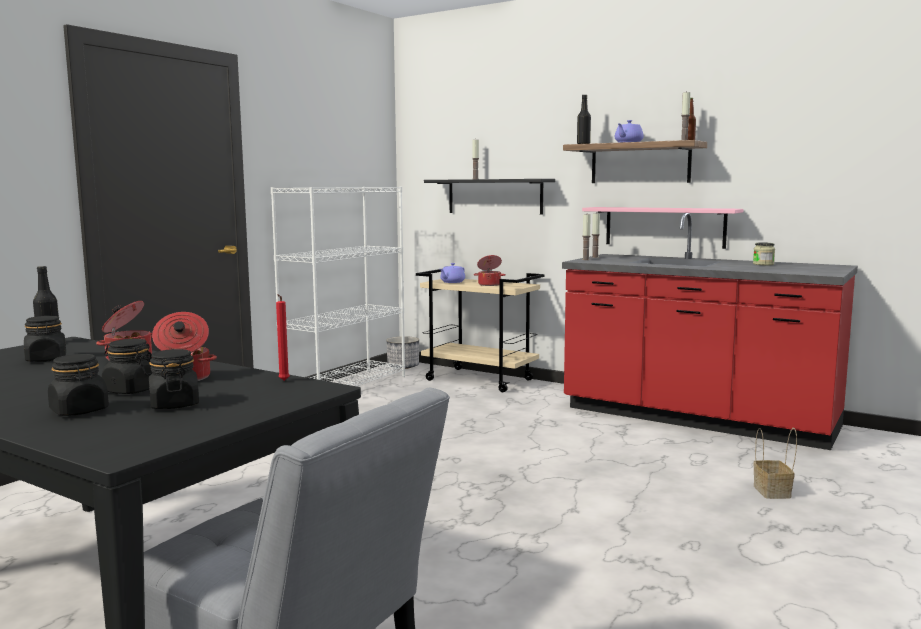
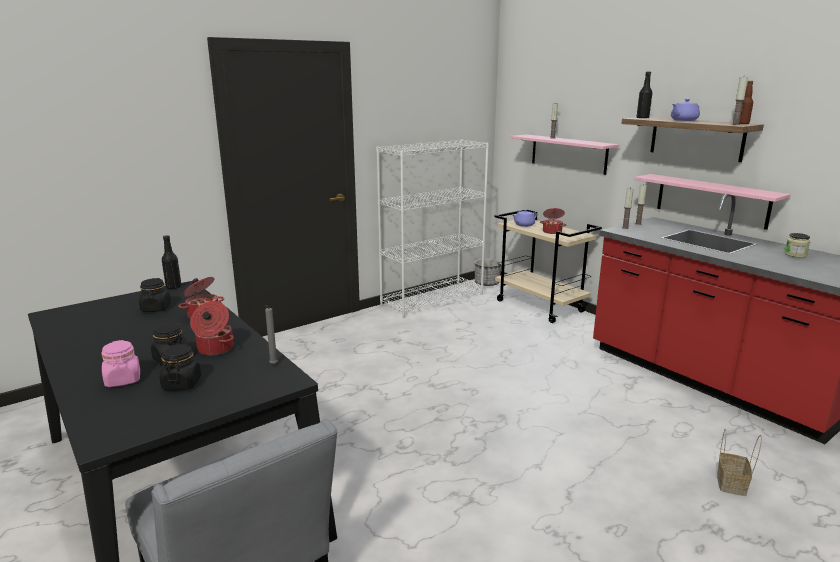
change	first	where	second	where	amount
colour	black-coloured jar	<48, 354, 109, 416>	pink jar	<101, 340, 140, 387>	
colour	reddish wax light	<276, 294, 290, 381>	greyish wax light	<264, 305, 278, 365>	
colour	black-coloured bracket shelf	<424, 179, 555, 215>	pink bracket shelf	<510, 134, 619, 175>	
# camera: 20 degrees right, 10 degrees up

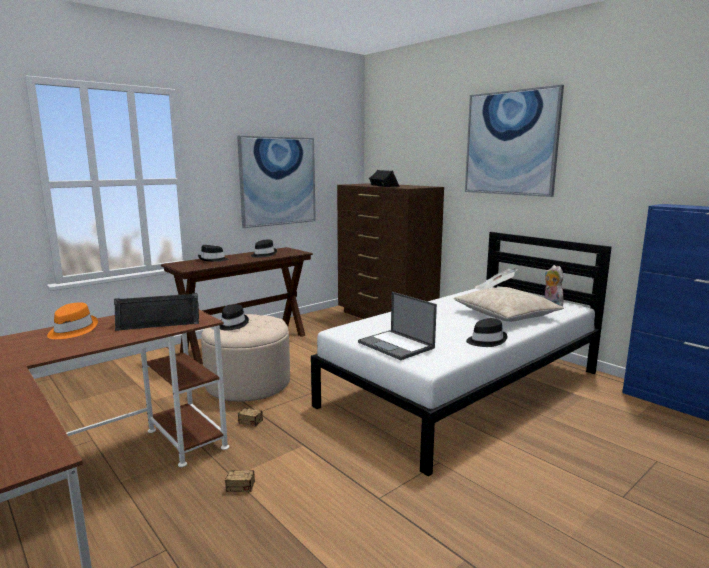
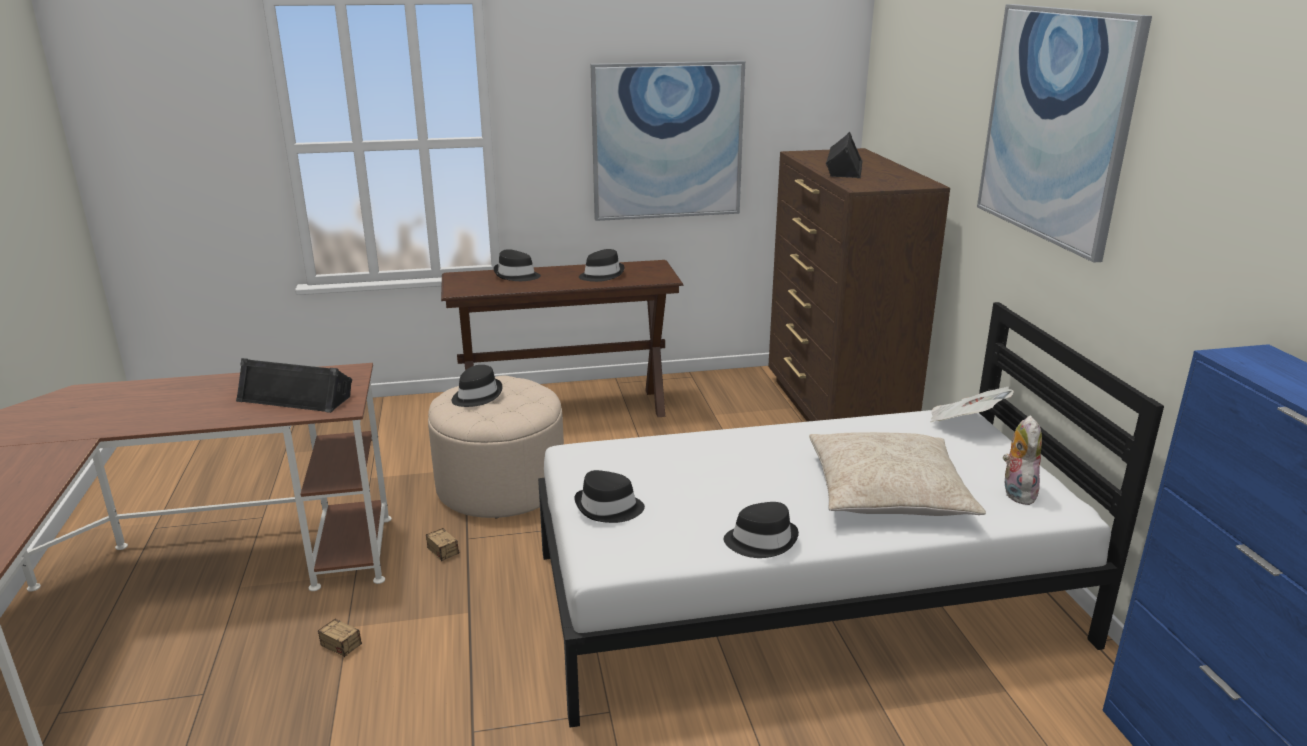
change	first	where	second	where	amount
missing	orangey clothing hat	<47, 302, 98, 339>			
exchanged	laptop	<358, 292, 437, 360>	black-coloured clothing hat	<574, 470, 645, 523>	
# camera: 30 degrees right, 10 degrees up

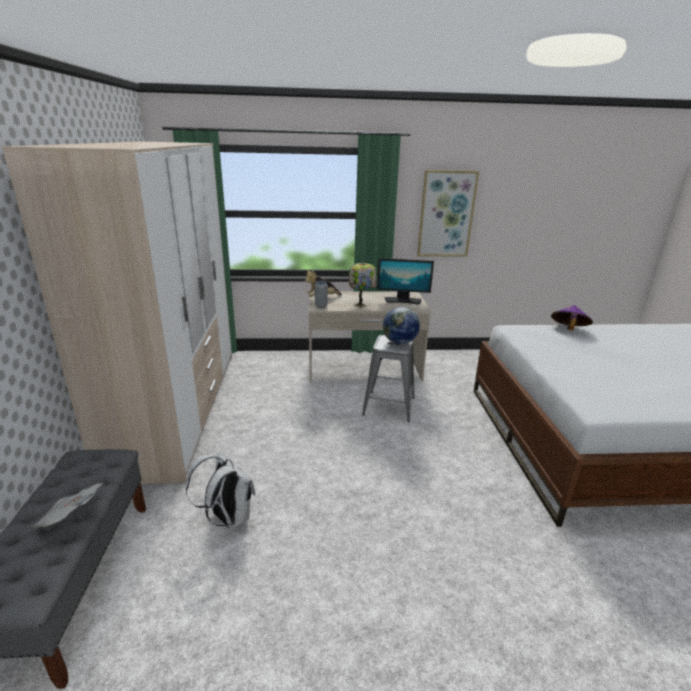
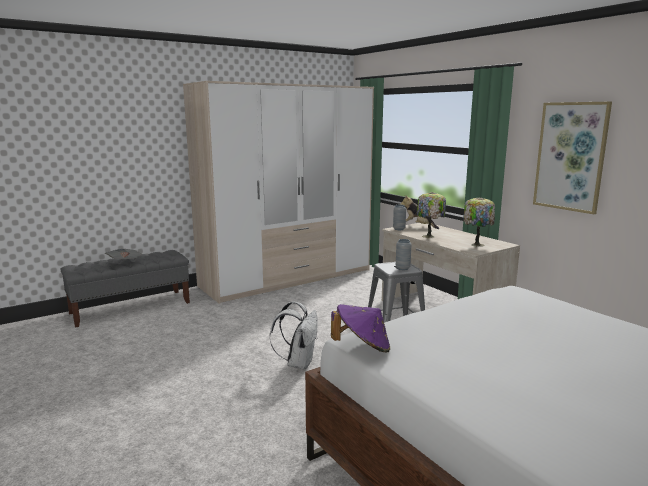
change	first	where	second	where	amount
relocated	whitish backpack	<186, 452, 255, 529>		<270, 301, 318, 369>	
exchanged	computer display	<377, 258, 434, 304>	table lamp	<463, 197, 495, 247>	
exchanged	desk globe	<383, 307, 420, 344>	greyish vase	<396, 239, 411, 270>	
relocated	purplish clothing hat	<551, 305, 593, 330>		<331, 304, 390, 352>	
# camera: 60 degrees right, 10 degrees down

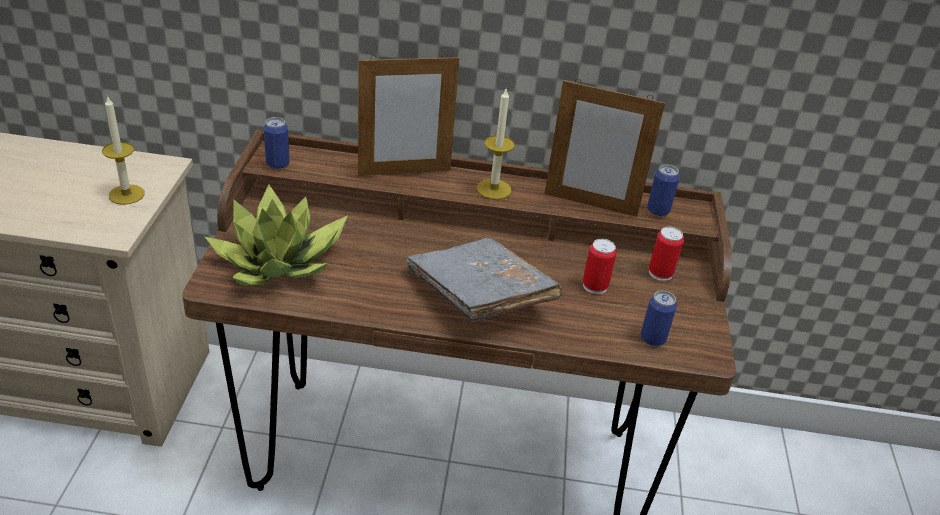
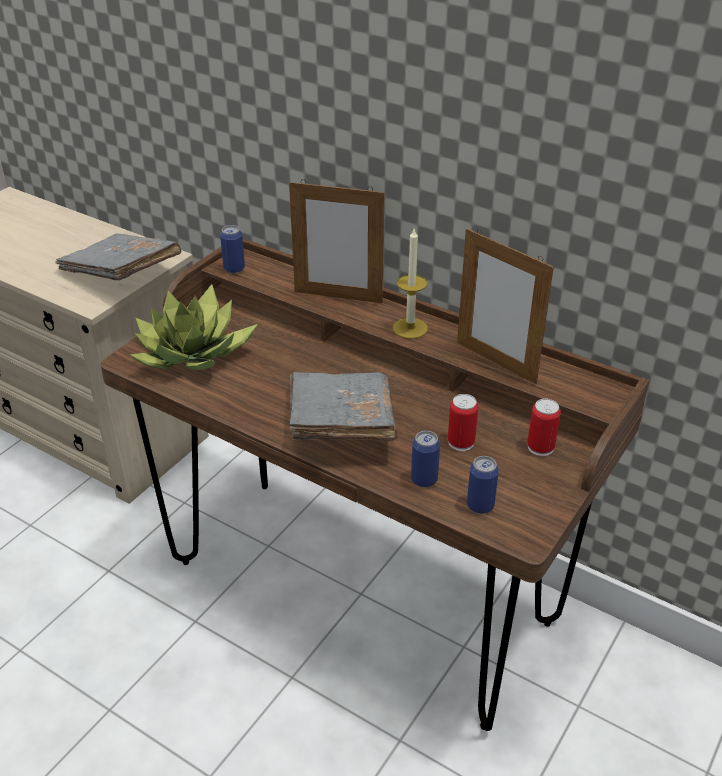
change	first	where	second	where	amount
exchanged	wax light	<102, 95, 145, 205>	greyish volume	<55, 234, 181, 281>	
relocated	sealed can	<647, 165, 680, 216>		<411, 431, 440, 487>	
# camera: 30 degrees right, 0 degrees up

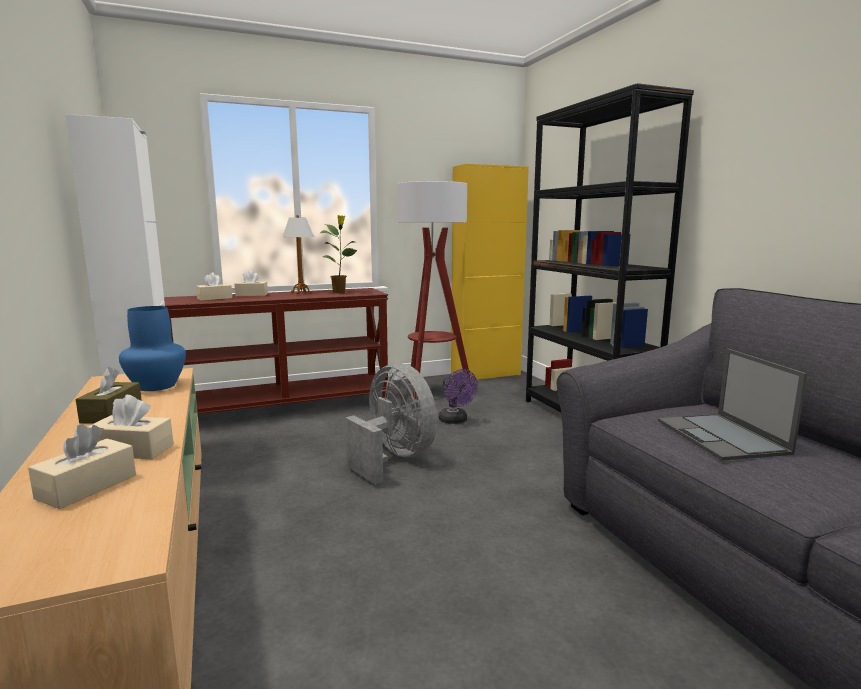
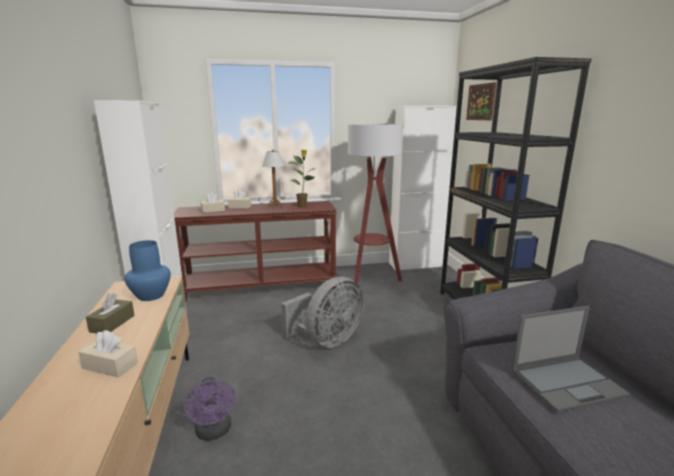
change	first	where	second	where	amount
missing	sand-coloured tissue box	<28, 424, 136, 509>			
spun	greyish fan	<345, 363, 437, 484>		<281, 277, 364, 348>	75 degrees clockwise
relocated	purplish fan	<438, 369, 478, 424>		<184, 377, 236, 441>	
colour	yellow-coloured cupboard	<451, 164, 529, 380>	whitish cupboard	<389, 106, 457, 270>	
spun	laptop	<658, 348, 807, 461>		<512, 306, 631, 412>	105 degrees counterclockwise
appeared			wall picture	<466, 82, 496, 120>	
# camera: 10 degrees right, 5 degrees up

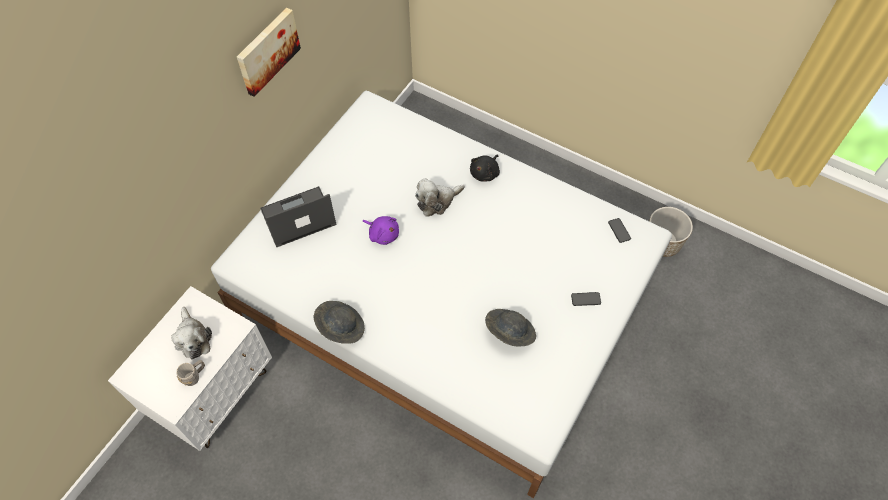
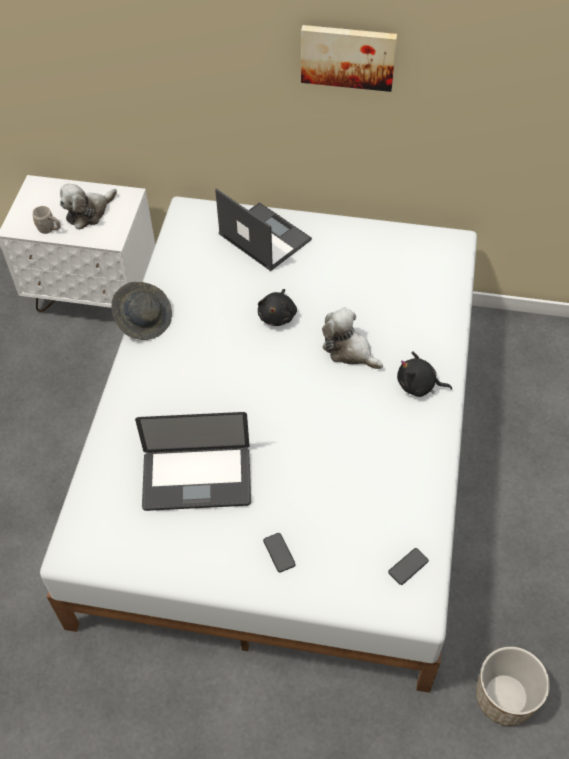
change	first	where	second	where	amount
colour	purplish plush toy	<363, 216, 399, 245>	black-coloured plush toy	<258, 289, 297, 326>	
exchanged	greyish clothing hat	<485, 309, 536, 347>	laptop	<135, 412, 251, 511>	
# camera: 70 degrees right, 5 degrees down

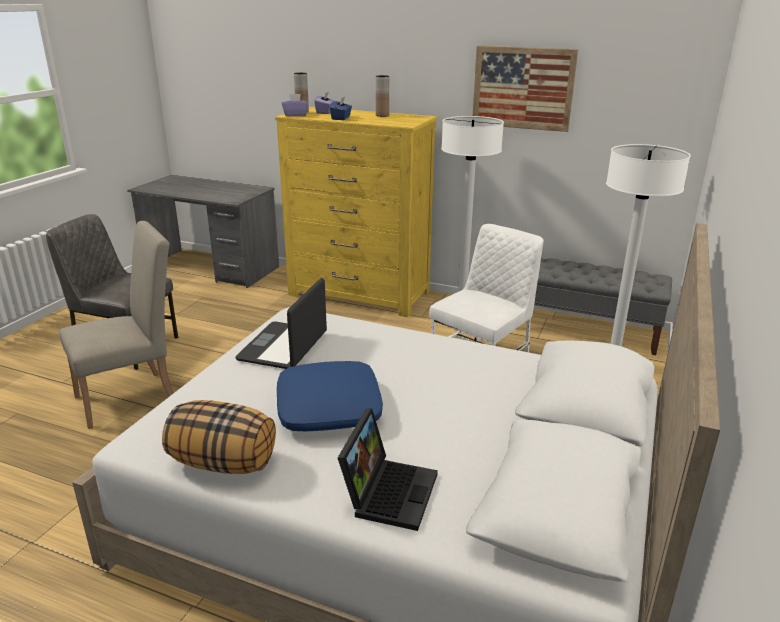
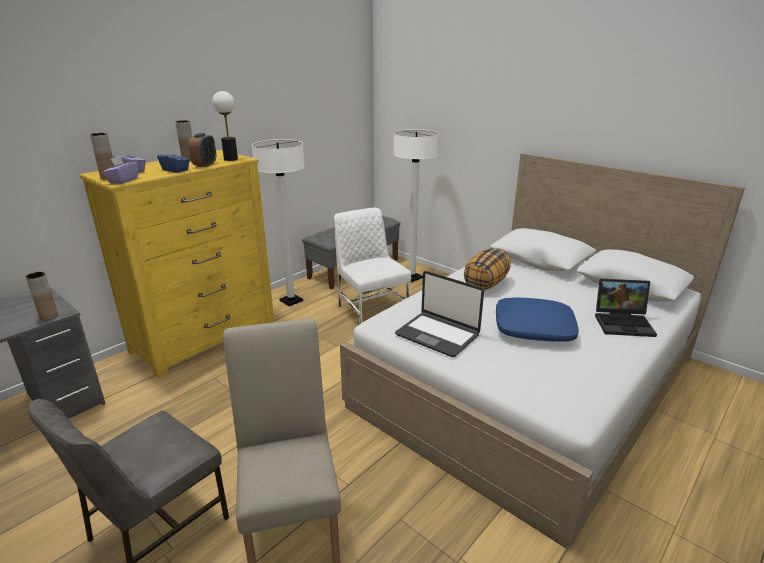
change	first	where	second	where	amount
relocated	throw pillow	<162, 400, 276, 474>		<464, 248, 510, 290>	
spun	laptop	<338, 408, 438, 531>		<595, 279, 657, 337>	150 degrees clockwise
missing	wall picture	<473, 46, 578, 132>			
appeared			brown-coloured vase	<25, 272, 58, 320>	
appeared			alarm clock	<188, 133, 216, 167>	
appeared			table lamp	<212, 91, 238, 161>	
# camera: 70 degrees left, 0 degrees up

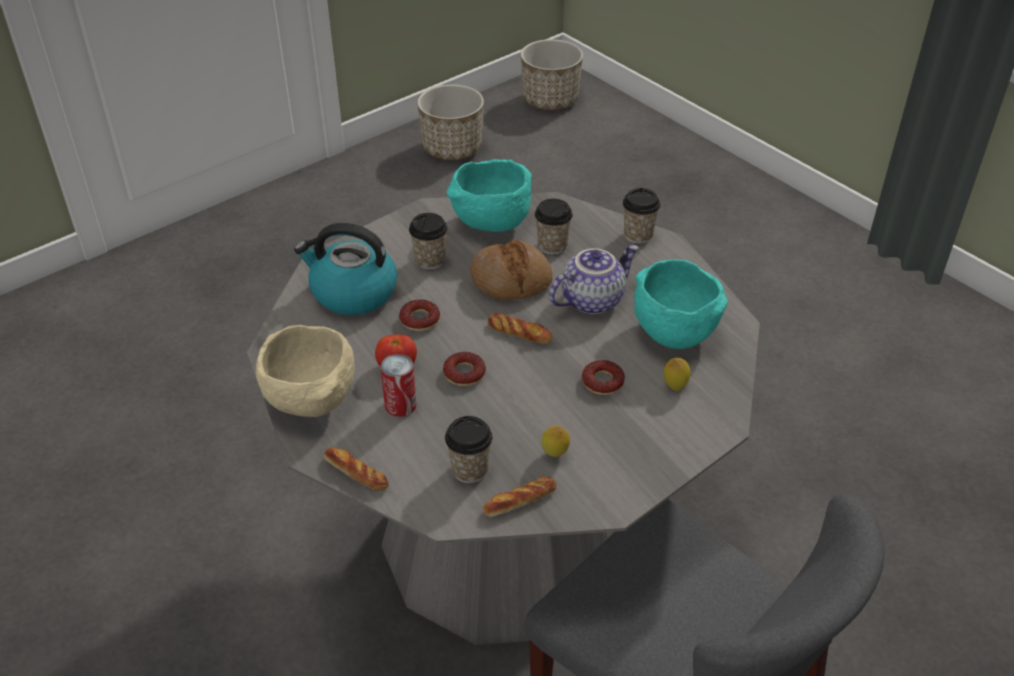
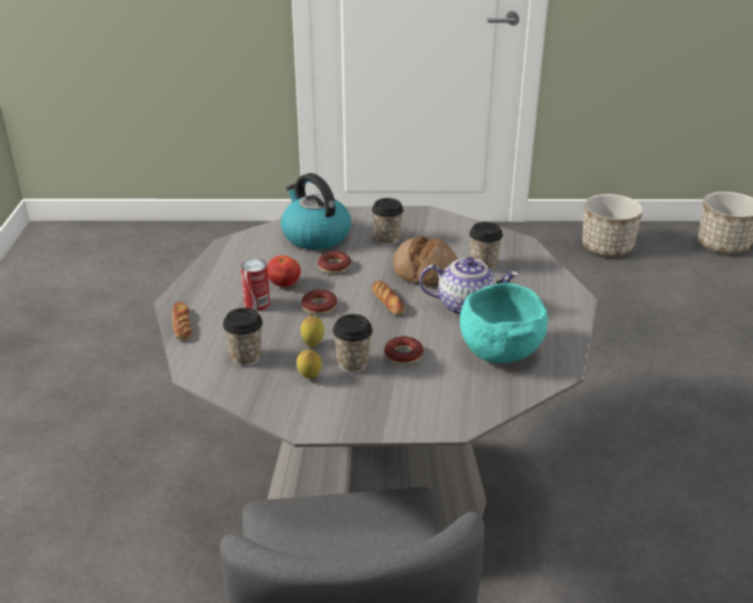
change	first	where	second	where	amount
missing	sand-coloured bowl	<256, 325, 355, 417>			
missing	turquoise bowl	<447, 159, 532, 232>			
missing	baked bread	<483, 477, 556, 517>			
relocated	cup	<623, 188, 660, 244>		<333, 314, 373, 373>	
relocated	whole lemon	<664, 358, 691, 391>		<301, 315, 324, 347>	
# camera: 40 degrees right, 10 degrees down

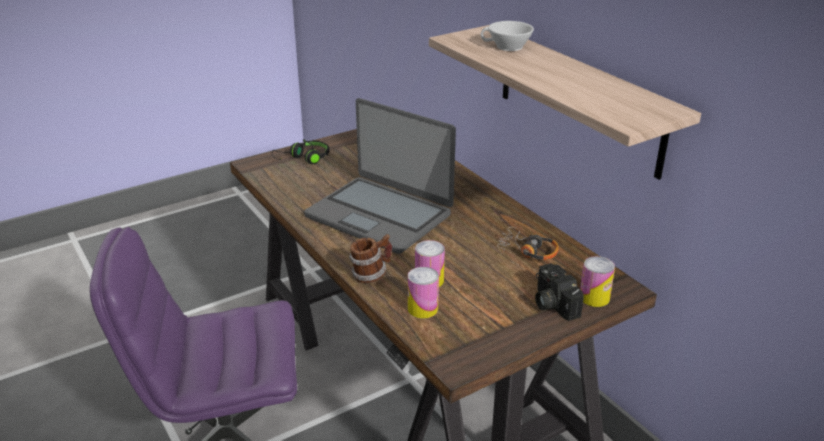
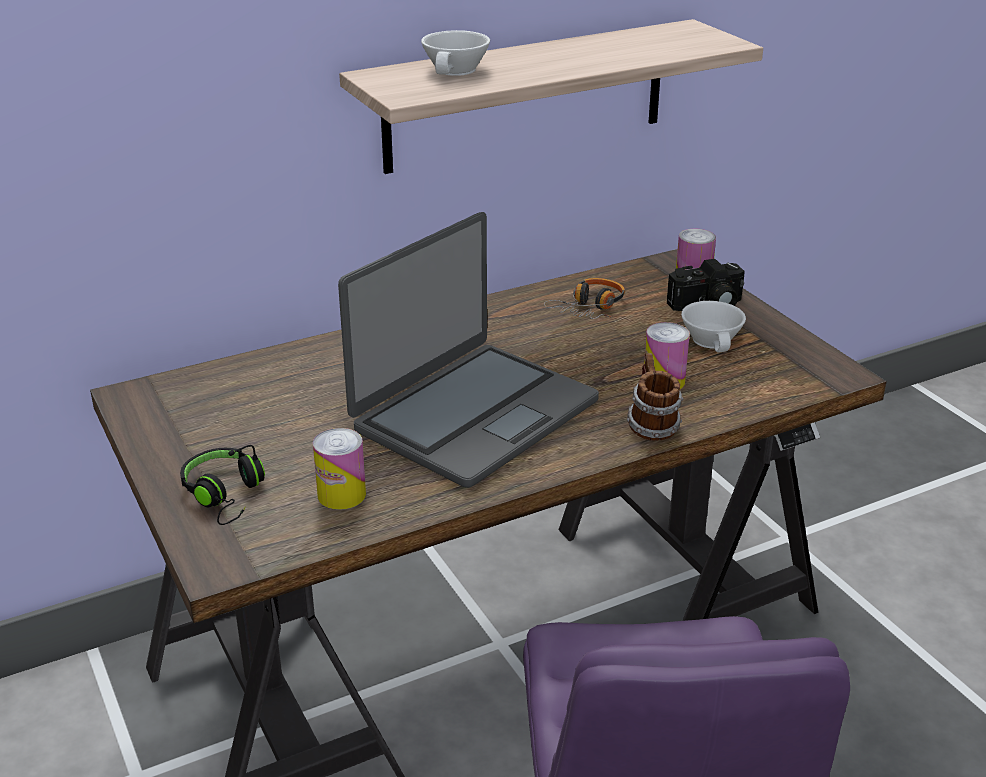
change	first	where	second	where	amount
relocated	sealed can	<408, 267, 439, 319>		<313, 428, 366, 510>	
appeared			whitish cup	<681, 301, 746, 353>	
# camera: 85 degrees left, 0 degrees up

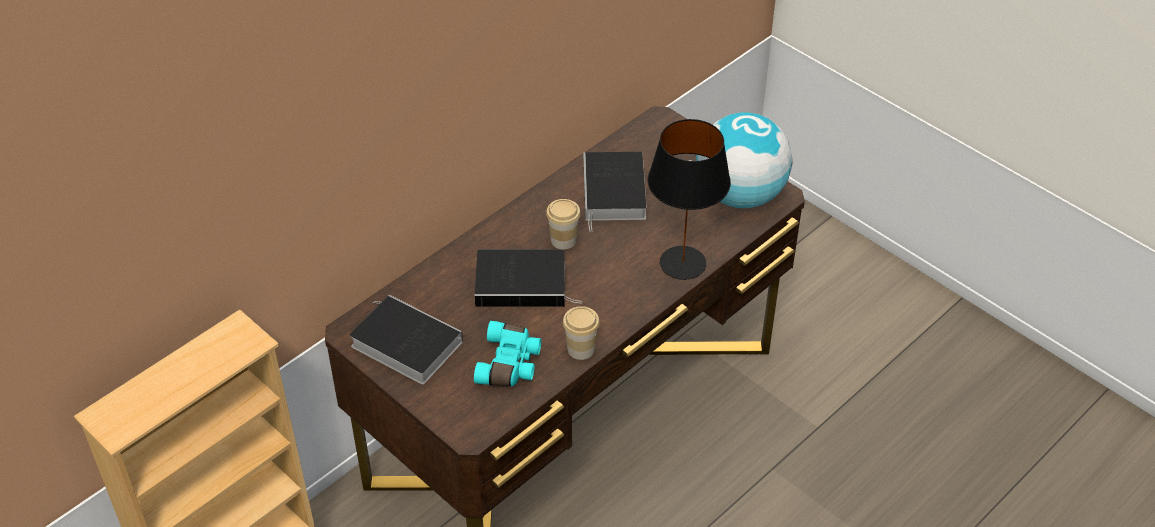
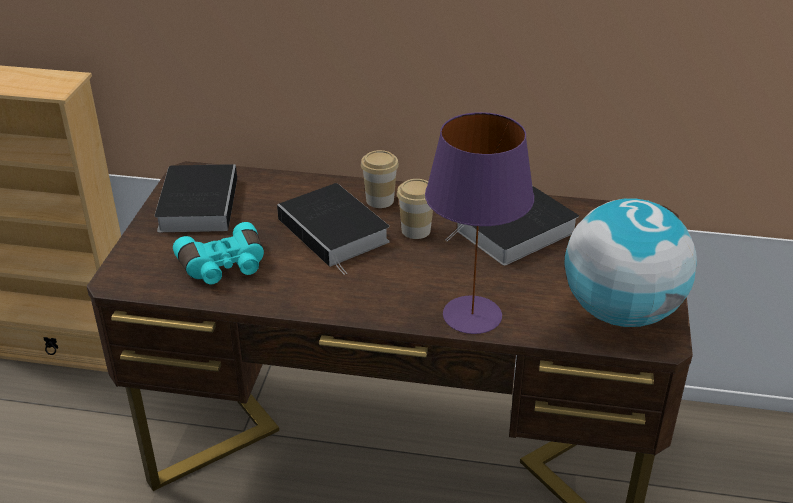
change	first	where	second	where	amount
relocated	cup	<563, 306, 600, 360>		<361, 150, 399, 208>	
colour	black-coloured table lamp	<648, 119, 731, 280>	purplish table lamp	<425, 112, 534, 334>	
# camera: 55 degrees right, 10 degrees down

